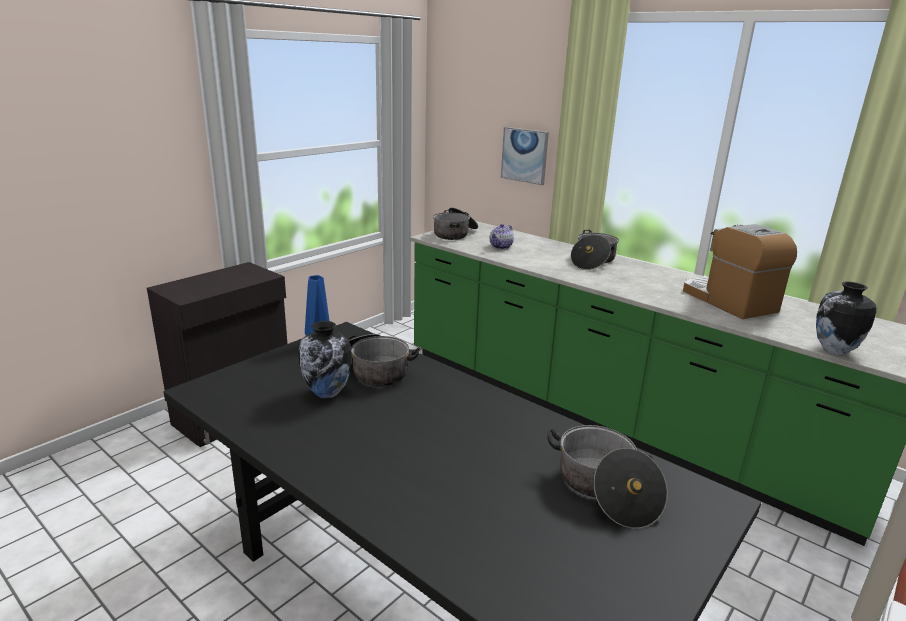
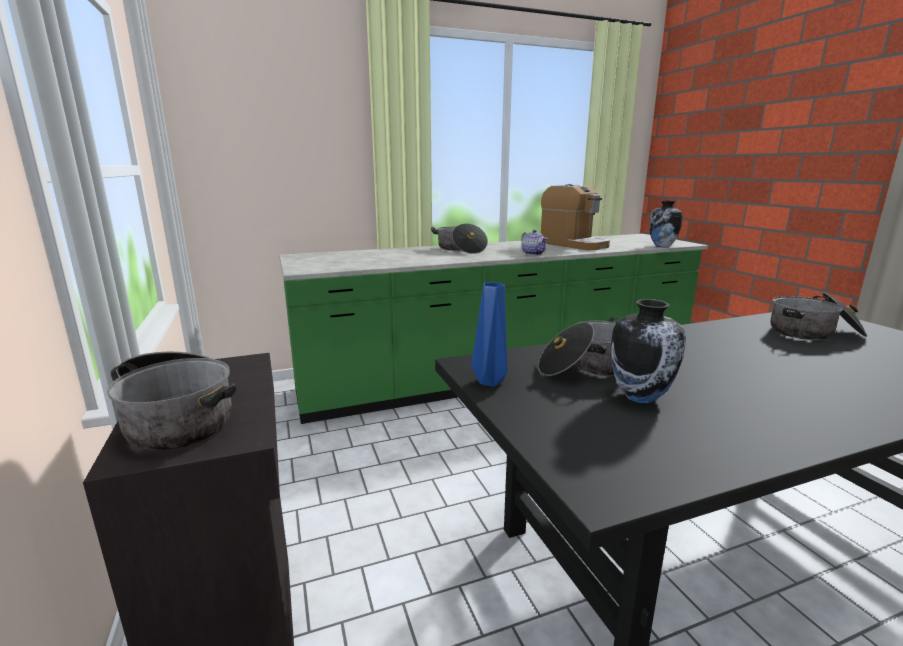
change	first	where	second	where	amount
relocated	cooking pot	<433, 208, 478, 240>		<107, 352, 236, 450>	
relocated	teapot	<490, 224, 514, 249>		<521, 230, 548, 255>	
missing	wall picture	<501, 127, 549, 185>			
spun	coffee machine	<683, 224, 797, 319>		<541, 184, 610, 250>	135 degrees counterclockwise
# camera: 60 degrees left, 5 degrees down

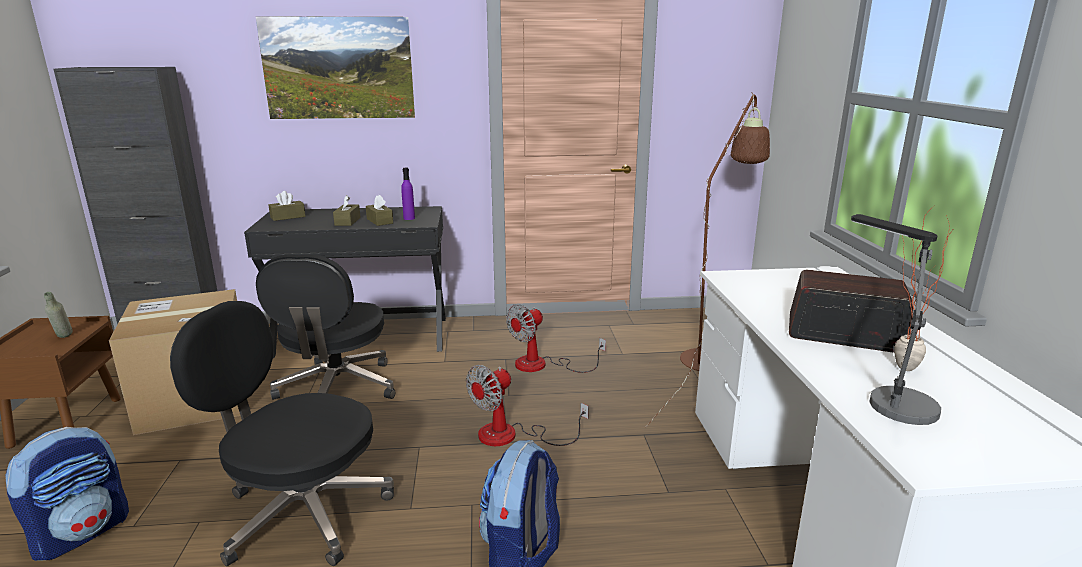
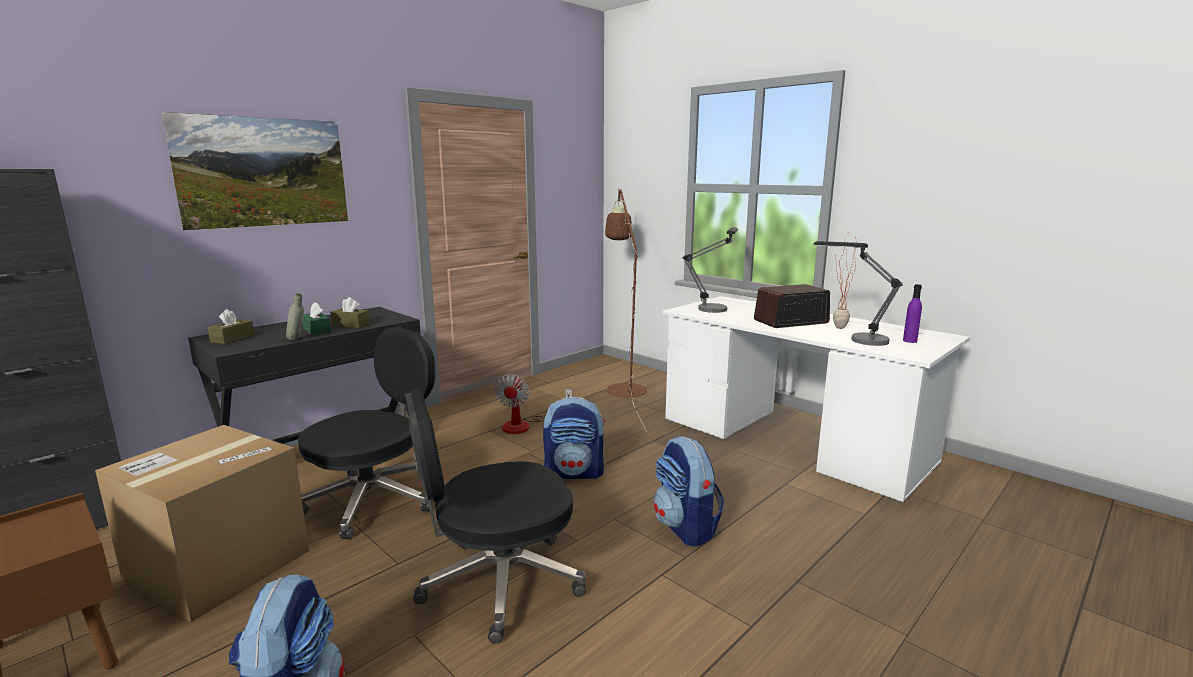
change	first	where	second	where	amount
relocated	greyish drink bottle	<44, 292, 73, 338>		<286, 293, 304, 340>	
spun	black-coloured office chair	<256, 254, 395, 400>		<298, 327, 435, 539>	105 degrees counterclockwise
colour	brown-coloured tissue box	<333, 195, 361, 226>	green tissue box	<303, 302, 331, 335>	
relocated	purplish drink bottle	<401, 168, 415, 220>		<903, 284, 922, 343>	
exchanged	fan	<466, 365, 589, 446>	backpack	<543, 397, 605, 479>	
appeared			table lamp	<683, 227, 738, 313>	
# camera: 40 degrees left, 5 degrees down

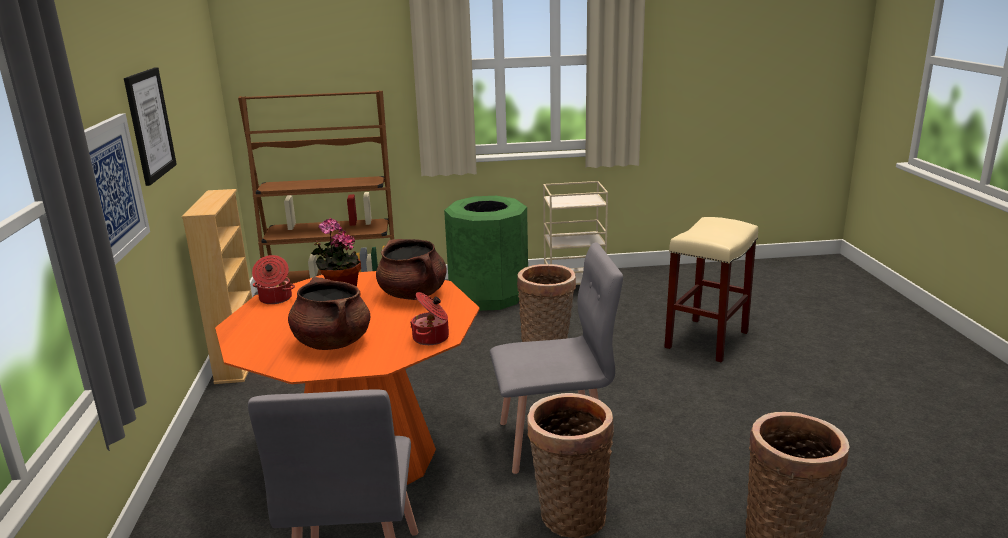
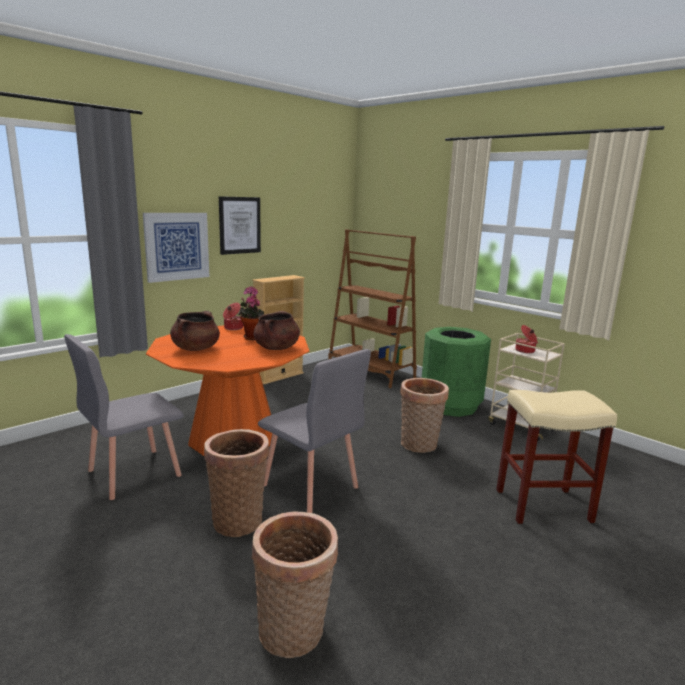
change	first	where	second	where	amount
relocated	cooking pot	<410, 292, 449, 345>		<515, 325, 538, 353>	
# camera: 50 degrees right, 5 degrees down

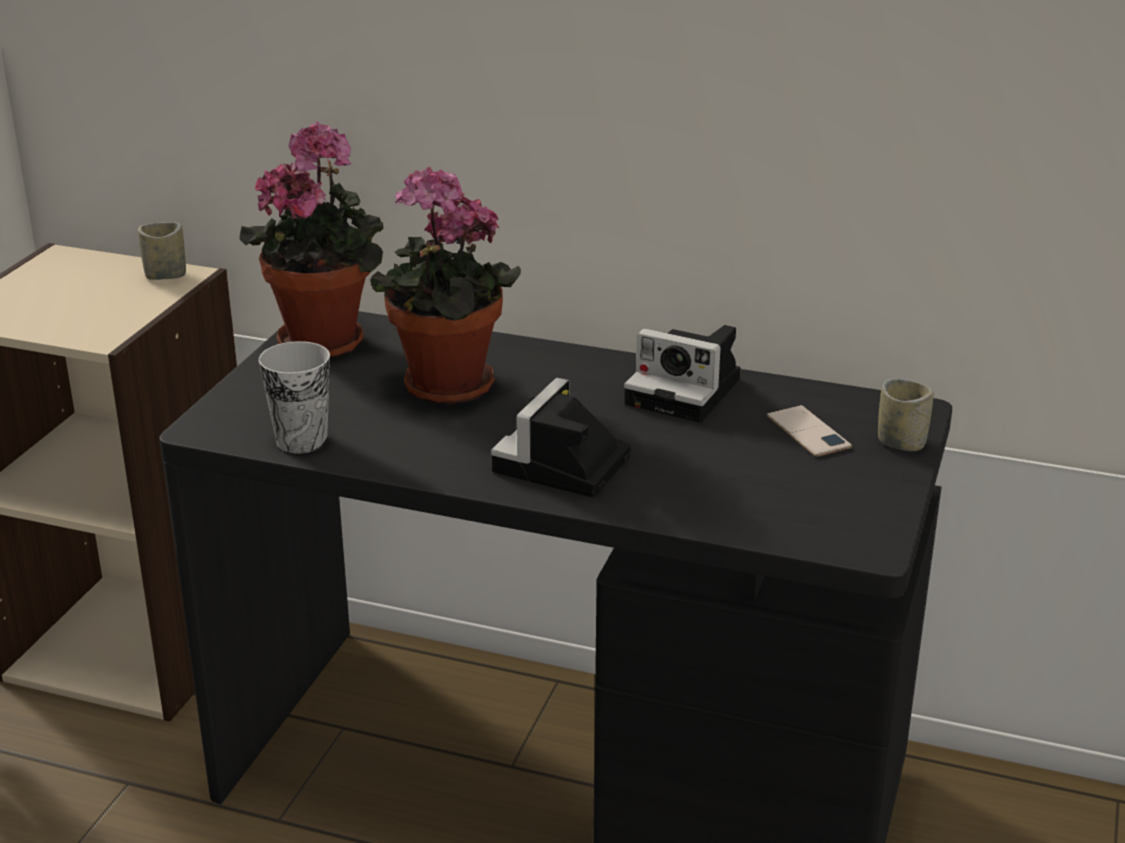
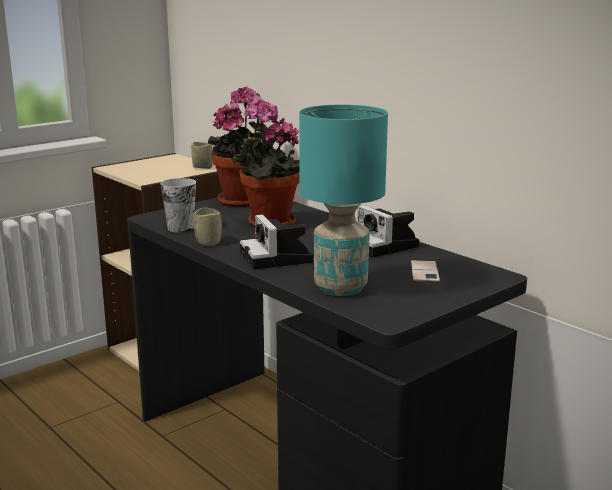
change	first	where	second	where	amount
spun	photo camera	<491, 378, 631, 497>		<240, 214, 314, 270>	75 degrees counterclockwise
relocated	cup	<878, 379, 934, 451>		<194, 208, 222, 246>	
appeared			turquoise table lamp	<299, 105, 388, 296>	
# camera: 30 degrees right, 10 degrees down

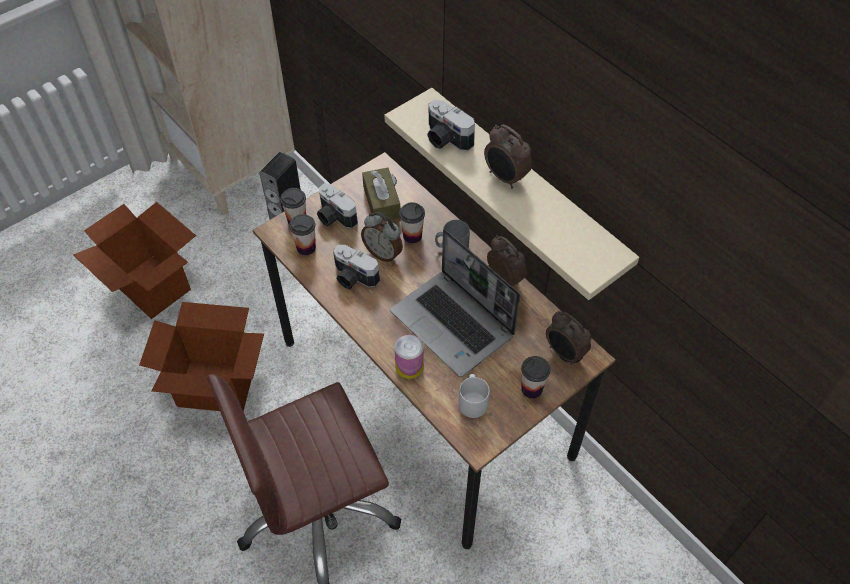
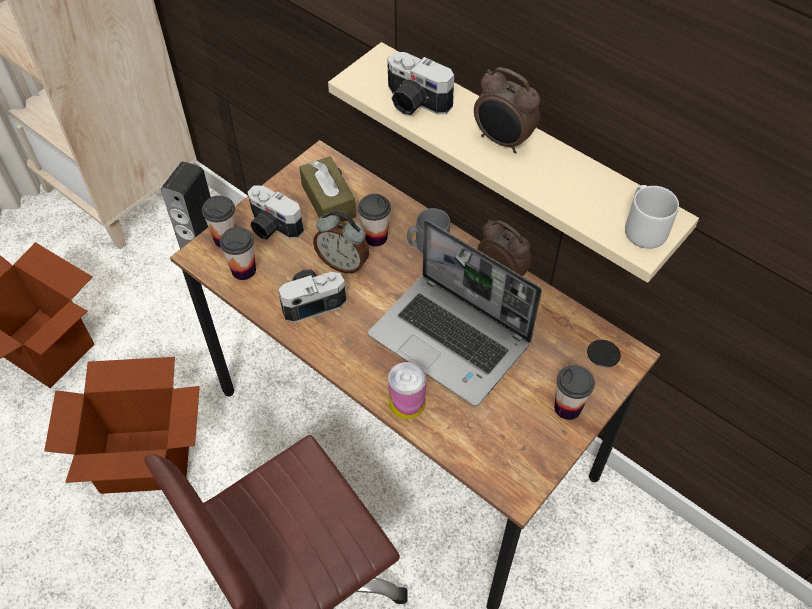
change	first	where	second	where	amount
spun	photo camera	<333, 245, 380, 289>		<278, 270, 346, 323>	135 degrees clockwise
relocated	greyish tea mug	<458, 374, 490, 418>		<625, 185, 679, 249>	
missing	alarm clock	<546, 311, 591, 365>			
# camera: 10 degrees left, 0 degrees up

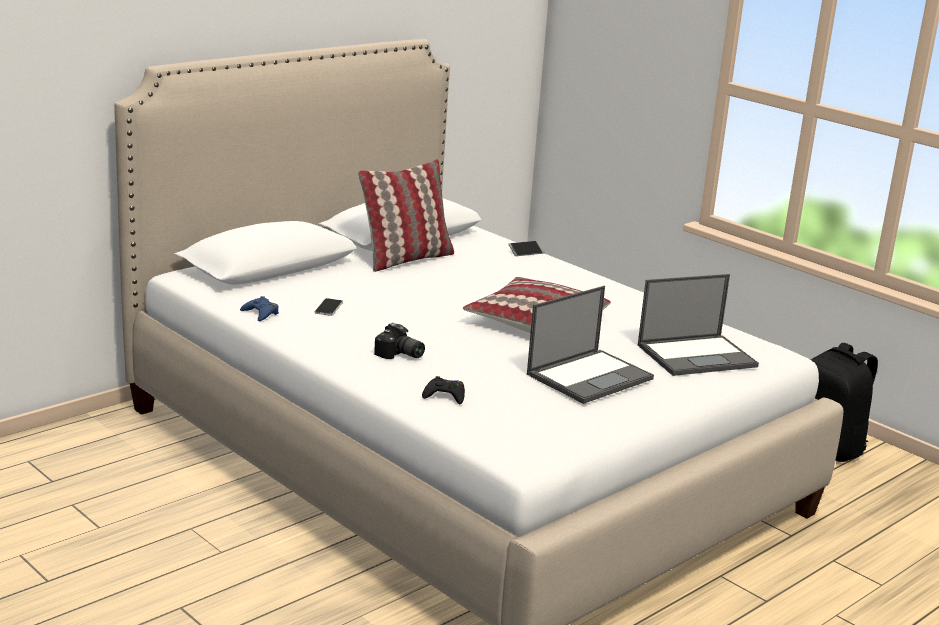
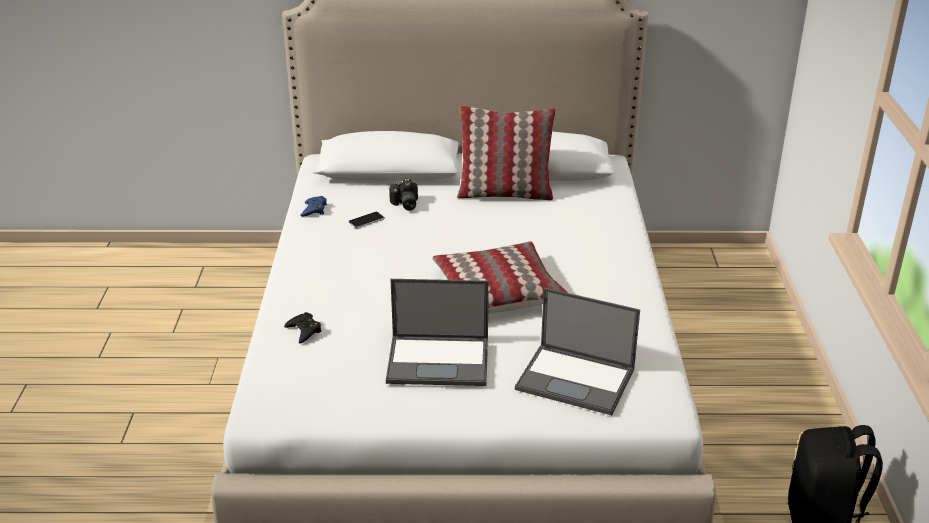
change	first	where	second	where	amount
relocated	photo camera	<374, 323, 425, 359>		<389, 179, 418, 211>	
missing	phone	<508, 241, 545, 256>			
# camera: 45 degrees right, 10 degrees up

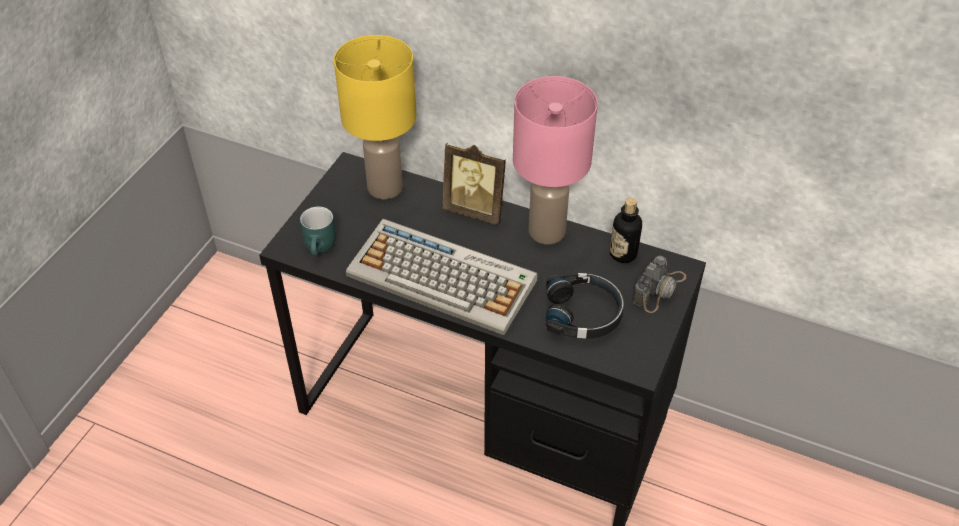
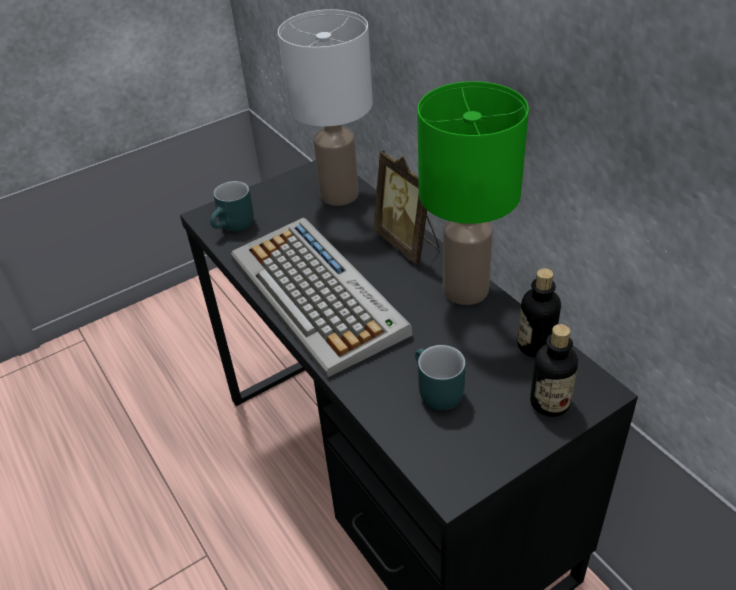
change	first	where	second	where	amount
colour	yellow-coloured table lamp	<334, 35, 416, 199>	whitish table lamp	<278, 9, 373, 206>	
colour	pink table lamp	<513, 76, 598, 244>	green table lamp	<417, 81, 529, 305>	
exchanged	black-coloured headphones	<545, 273, 624, 339>	turquoise tea mug	<415, 345, 466, 411>	
exchanged	photo camera	<632, 256, 686, 313>	drink bottle	<530, 324, 578, 417>	
# camera: 35 degrees right, 5 degrees down

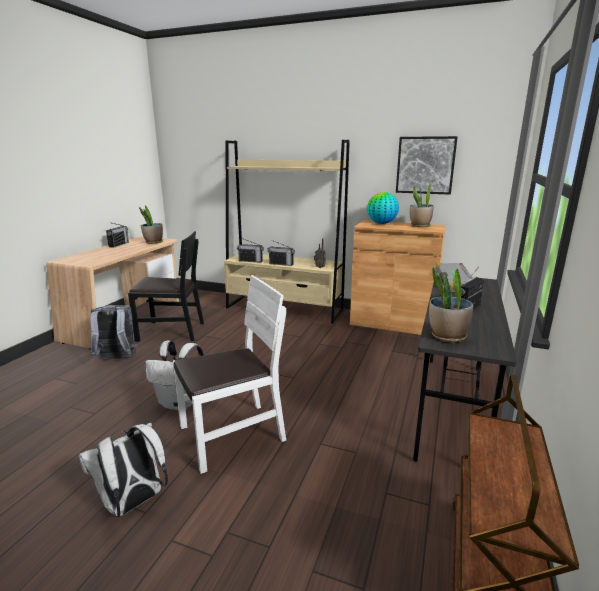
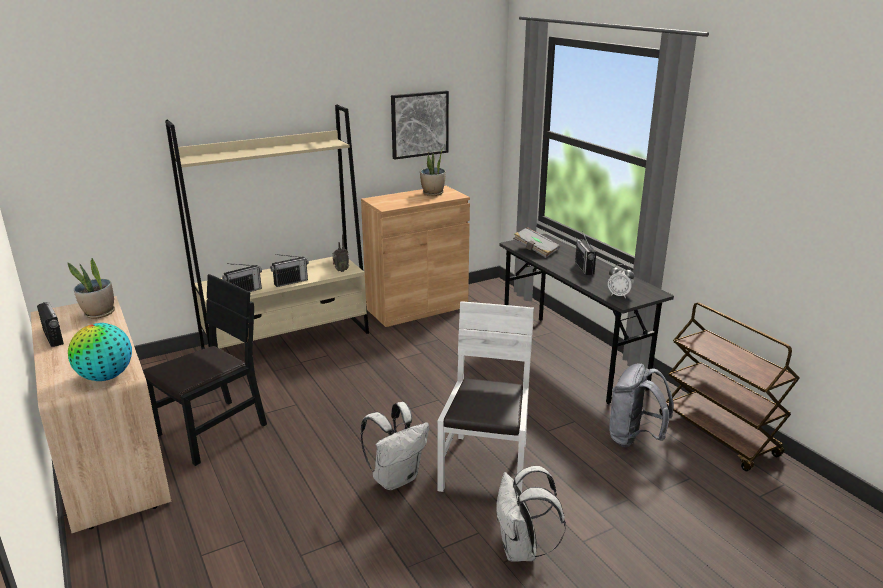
change	first	where	second	where	amount
relocated	greyish backpack	<90, 305, 137, 360>		<609, 363, 674, 447>	
relocated	desk globe	<367, 192, 399, 224>		<68, 323, 132, 381>	
exchanged	houseplant	<429, 267, 473, 343>	alarm clock	<608, 264, 635, 298>	
# camera: 50 degrees left, 5 degrees up

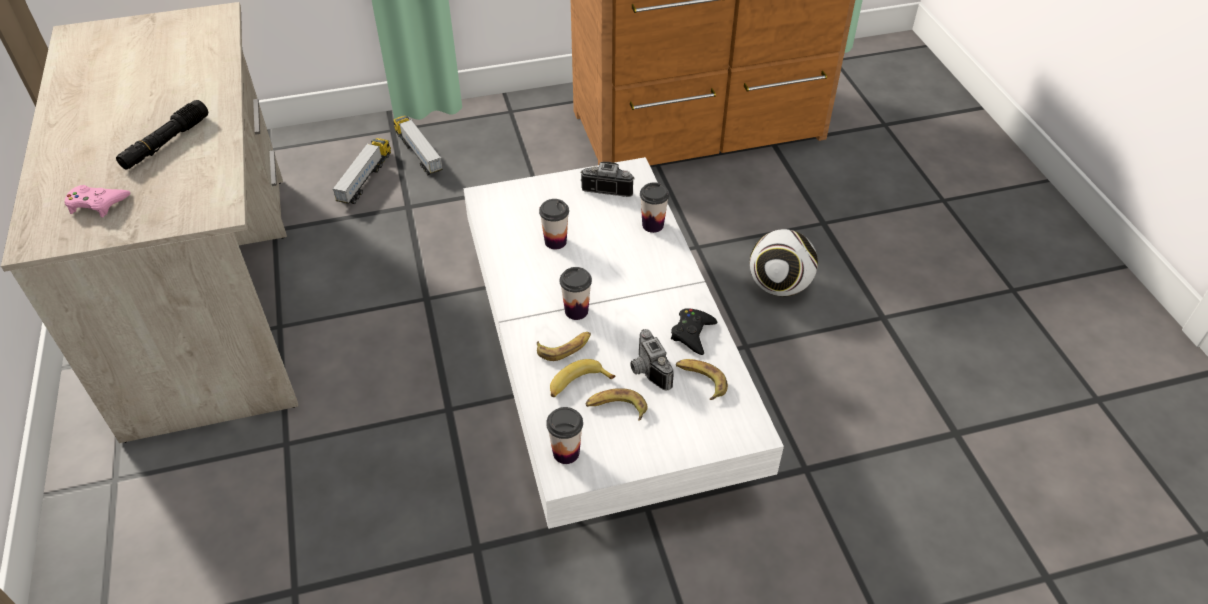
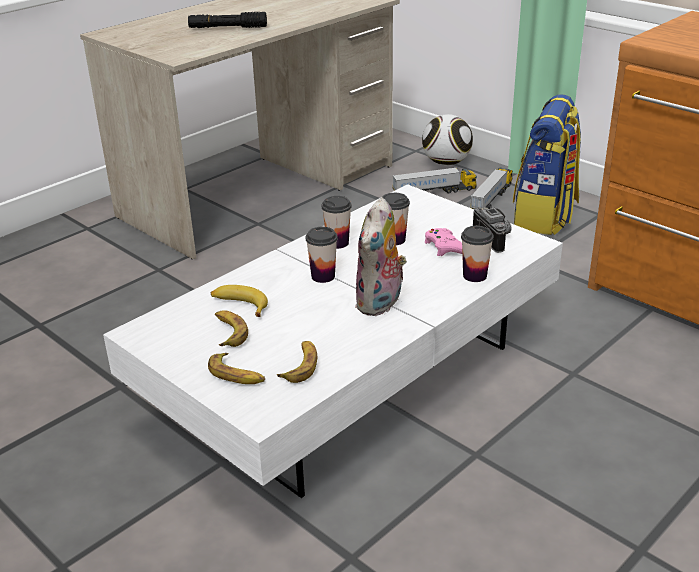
change	first	where	second	where	amount
relocated	pink game controller	<65, 185, 130, 217>		<425, 228, 462, 256>	
relocated	banana	<537, 332, 591, 361>		<208, 353, 265, 384>	
relocated	cup	<546, 407, 583, 464>		<322, 196, 352, 249>	
missing	photo camera	<630, 329, 674, 390>			
missing	black-coloured game controller	<671, 308, 718, 355>			
relocated	football ball	<750, 229, 818, 297>		<422, 114, 473, 165>	
appeared			plush toy	<355, 198, 407, 316>	
appeared			backpack	<513, 94, 581, 235>	
# camera: 60 degrees right, 15 degrees down

